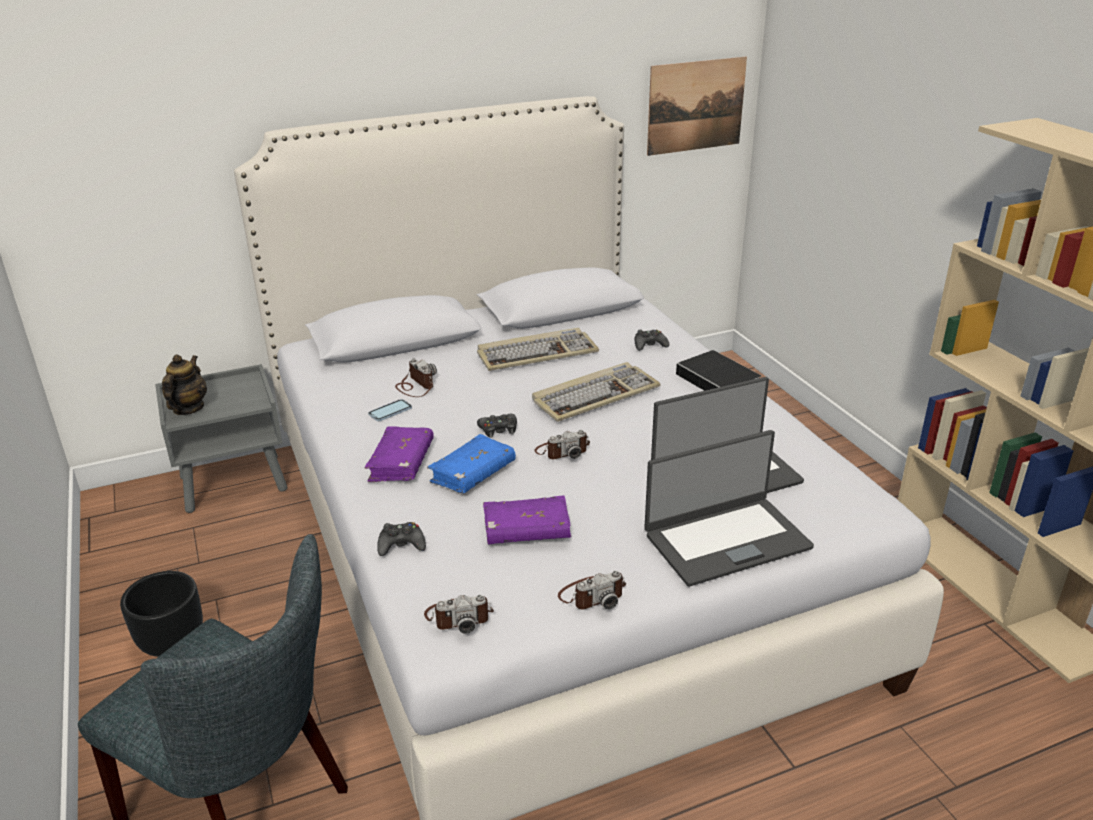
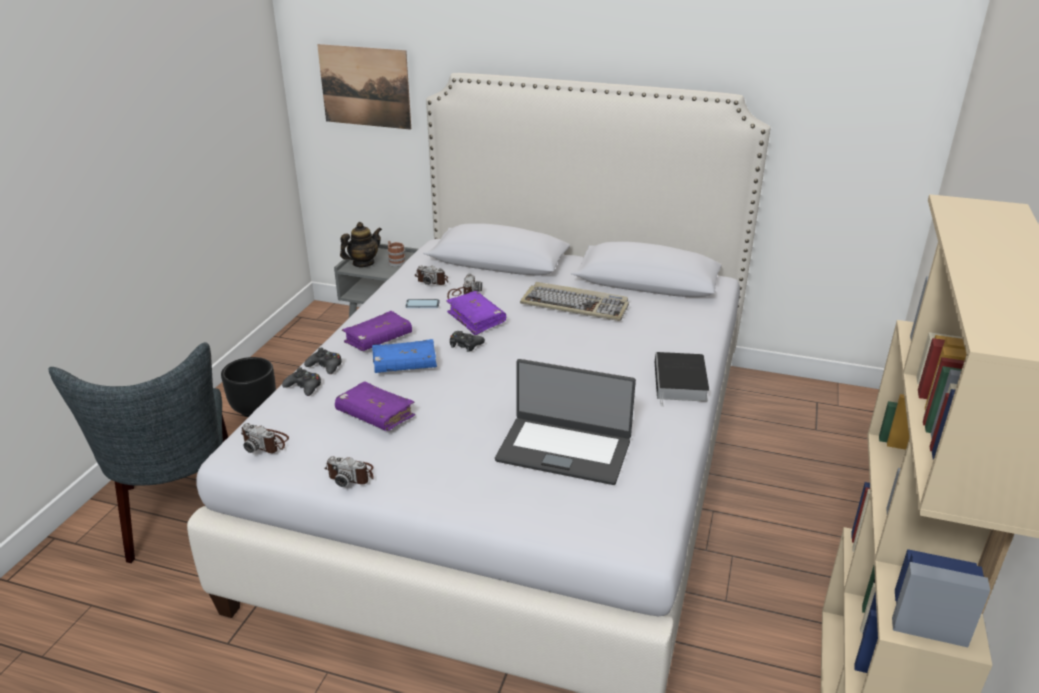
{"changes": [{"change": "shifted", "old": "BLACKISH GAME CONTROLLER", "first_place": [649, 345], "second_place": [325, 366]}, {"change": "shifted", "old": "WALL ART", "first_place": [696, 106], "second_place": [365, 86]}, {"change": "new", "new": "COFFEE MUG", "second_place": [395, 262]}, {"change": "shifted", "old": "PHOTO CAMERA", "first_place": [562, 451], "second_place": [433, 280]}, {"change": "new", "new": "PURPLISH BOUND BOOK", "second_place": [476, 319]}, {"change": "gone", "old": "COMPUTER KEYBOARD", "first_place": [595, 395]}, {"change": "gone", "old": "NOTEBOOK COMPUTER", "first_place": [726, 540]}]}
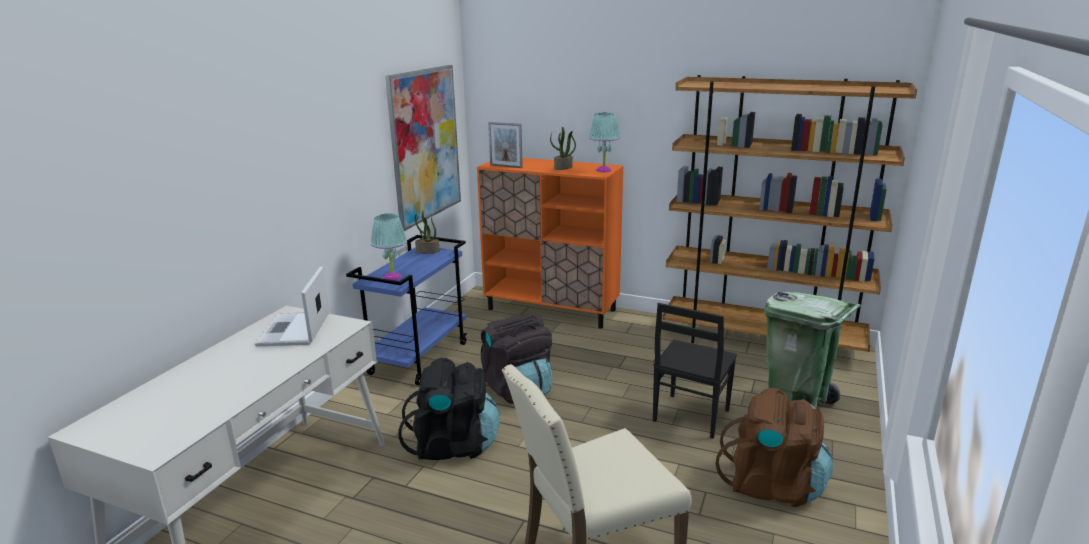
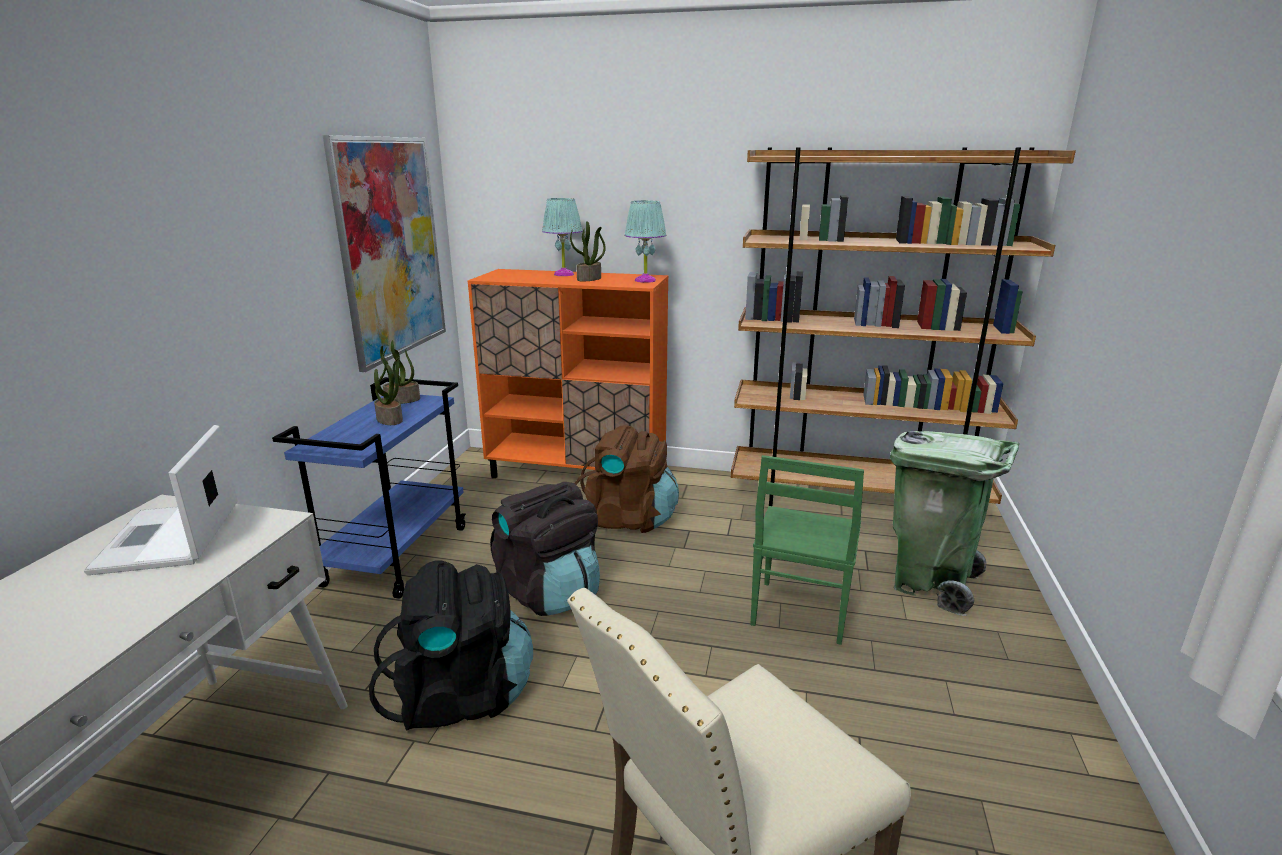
{"changes": [{"change": "new", "new": "POTTED PLANT", "second_place": [390, 419]}, {"change": "shifted", "old": "TURQUOISE-COLOURED LAMP FOR A TABLE", "first_place": [392, 277], "second_place": [564, 274]}, {"change": "shifted", "old": "BROWNISH RUCKSACK", "first_place": [772, 485], "second_place": [628, 518]}, {"change": "repainted", "old": "BLACKISH CHAIR", "new": "GREEN CHAIR", "first_place": [689, 416], "second_place": [798, 612]}, {"change": "gone", "old": "PICTURE FRAME", "first_place": [506, 166]}]}
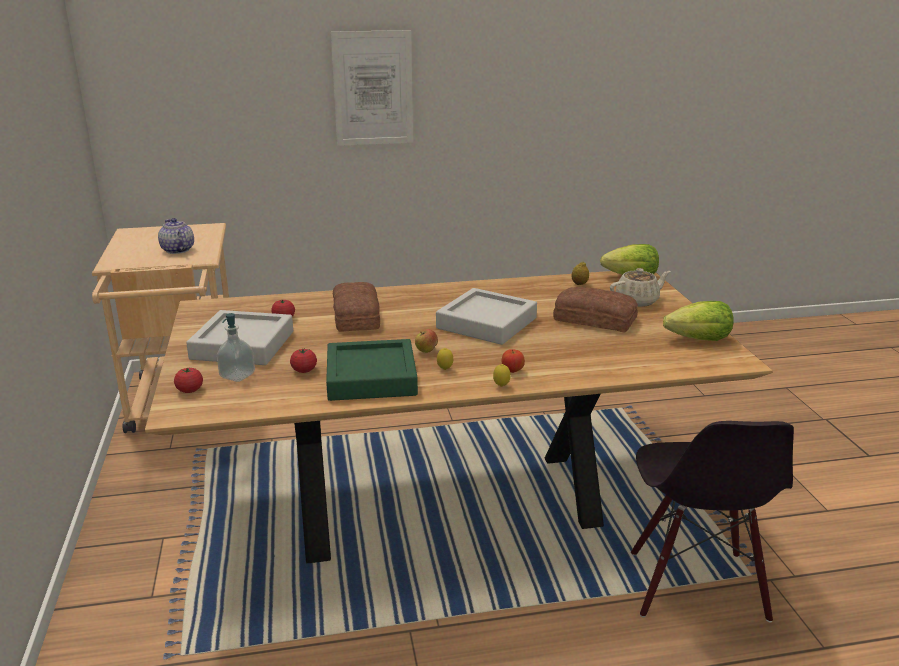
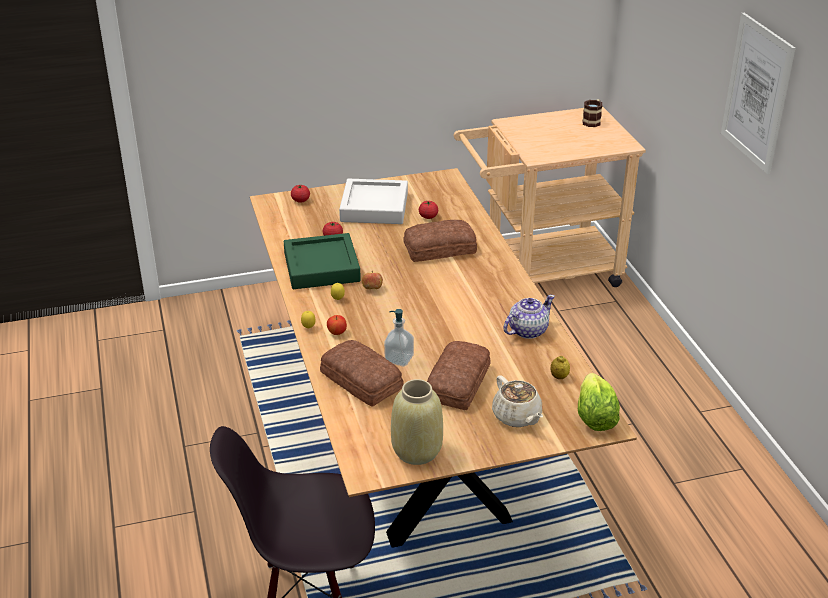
{"changes": [{"change": "new", "new": "BAKERY BREAD", "second_place": [361, 381]}, {"change": "shifted", "old": "SOAP DISPENSER", "first_place": [237, 375], "second_place": [399, 359]}, {"change": "swapped", "old": "HEAD OF LETTUCE", "new": "BEIGE FLOWER VASE", "first_place": [699, 340], "second_place": [416, 451]}, {"change": "shifted", "old": "POT FOR TEA", "first_place": [177, 250], "second_place": [527, 331]}, {"change": "new", "new": "COFFEE MUG", "second_place": [592, 121]}, {"change": "gone", "old": "GRAY CARRYING TRAY", "first_place": [486, 323]}]}
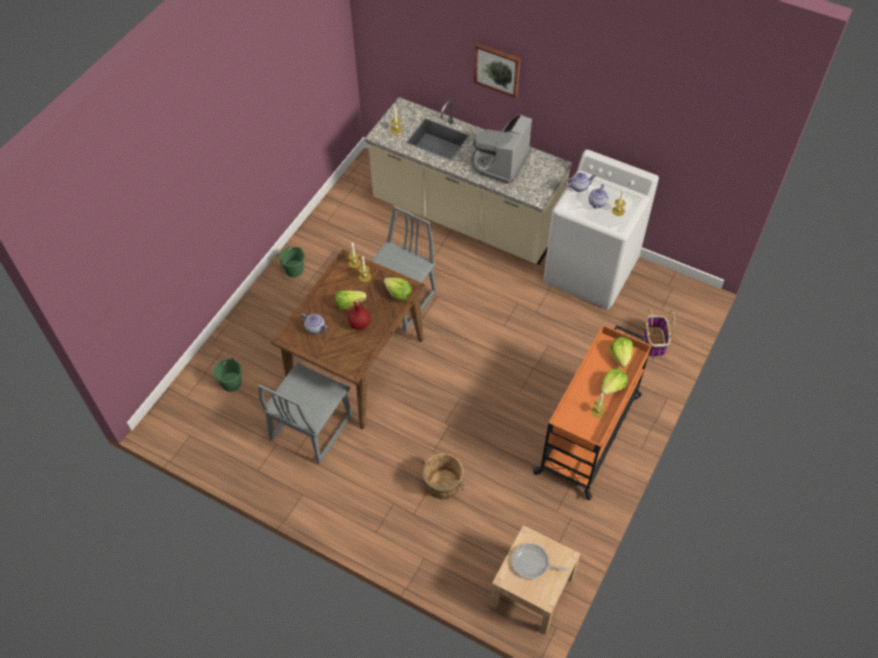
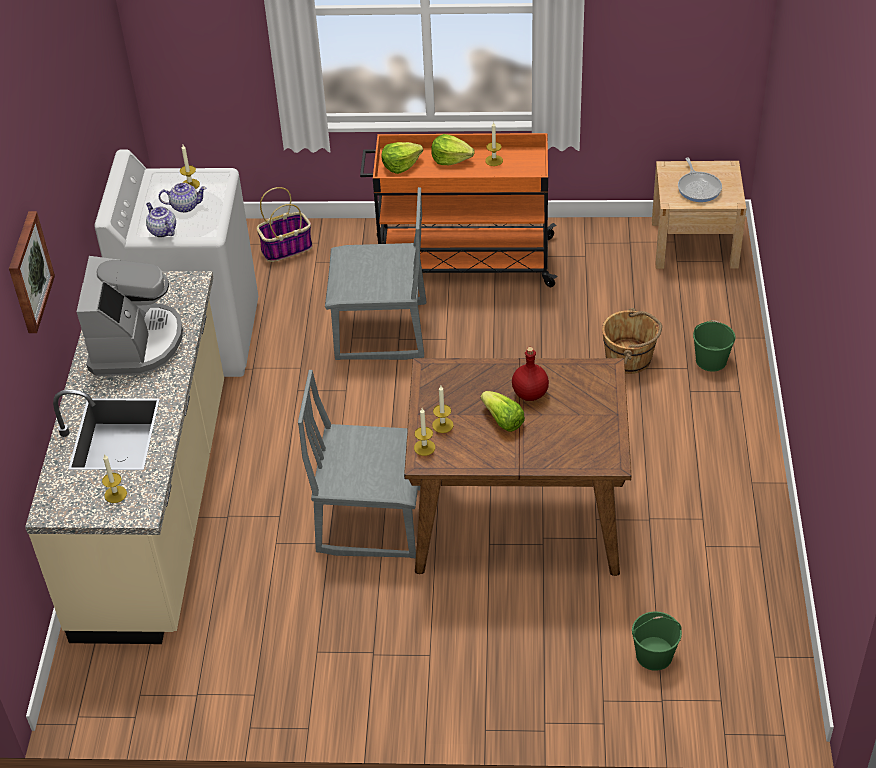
{"changes": [{"change": "rotated", "old": "COFFEE MACHINE", "first_place": [500, 162], "second_place": [135, 343], "degrees": -90}, {"change": "shifted", "old": "GRAY CHAIR", "first_place": [310, 427], "second_place": [381, 332]}, {"change": "shifted", "old": "GREEN WATER BUCKET", "first_place": [294, 269], "second_place": [710, 360]}, {"change": "gone", "old": "POT FOR TEA", "first_place": [315, 328]}, {"change": "gone", "old": "HEAD OF LETTUCE", "first_place": [398, 294]}]}
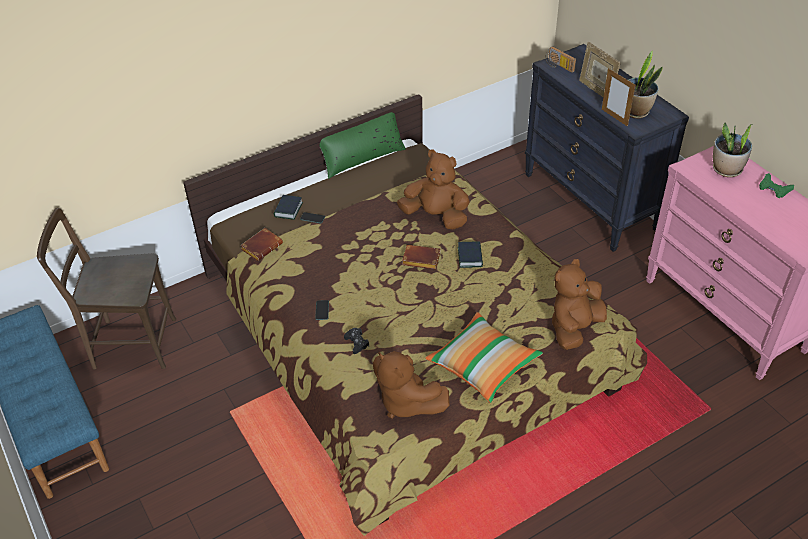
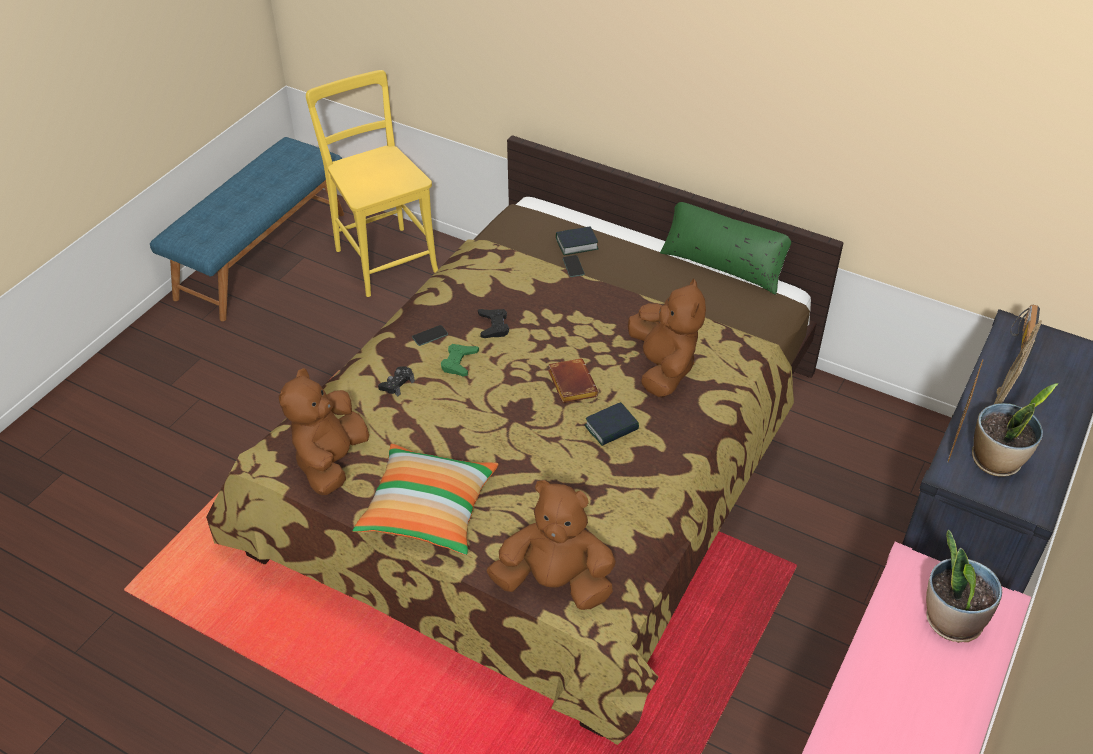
{"changes": [{"change": "repainted", "old": "BROWNISH CHAIR", "new": "YELLOWISH CHAIR", "first_place": [129, 343], "second_place": [383, 257]}, {"change": "shifted", "old": "GREEN GAME CONTROLLER", "first_place": [774, 188], "second_place": [459, 362]}, {"change": "new", "new": "BLACKISH GAME CONTROLLER", "second_place": [493, 326]}, {"change": "gone", "old": "BROWNISH BOUND BOOK", "first_place": [262, 246]}]}
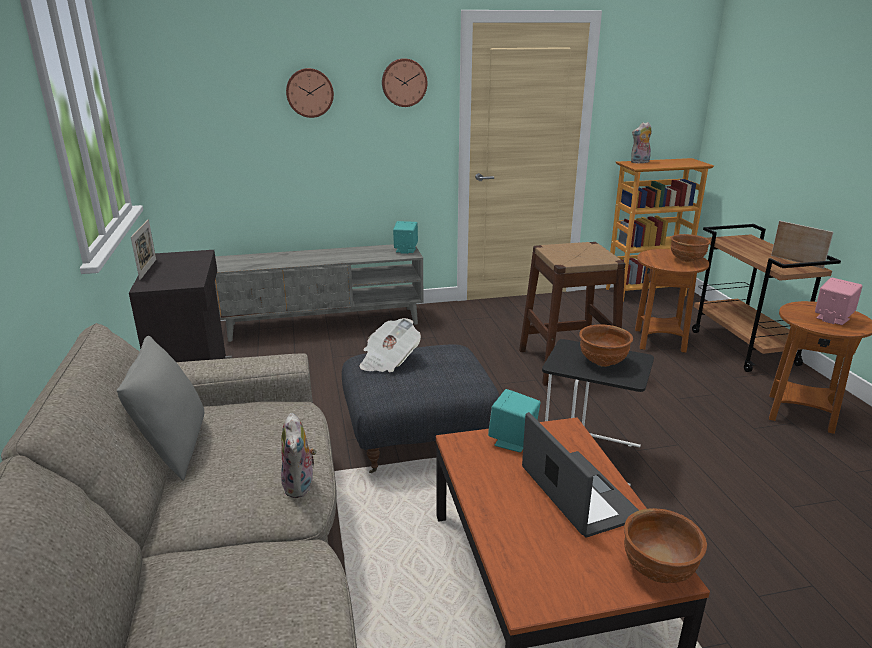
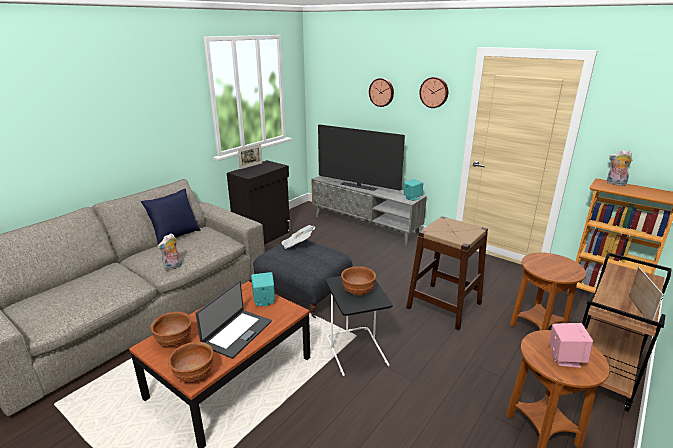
{"changes": [{"change": "repainted", "old": "GRAY PILLOW", "new": "BLUE-COLOURED PILLOW", "first_place": [173, 449], "second_place": [175, 237]}, {"change": "shifted", "old": "BROWNISH DEEP DISH", "first_place": [687, 260], "second_place": [175, 341]}, {"change": "new", "new": "TELEVISION", "second_place": [358, 186]}]}
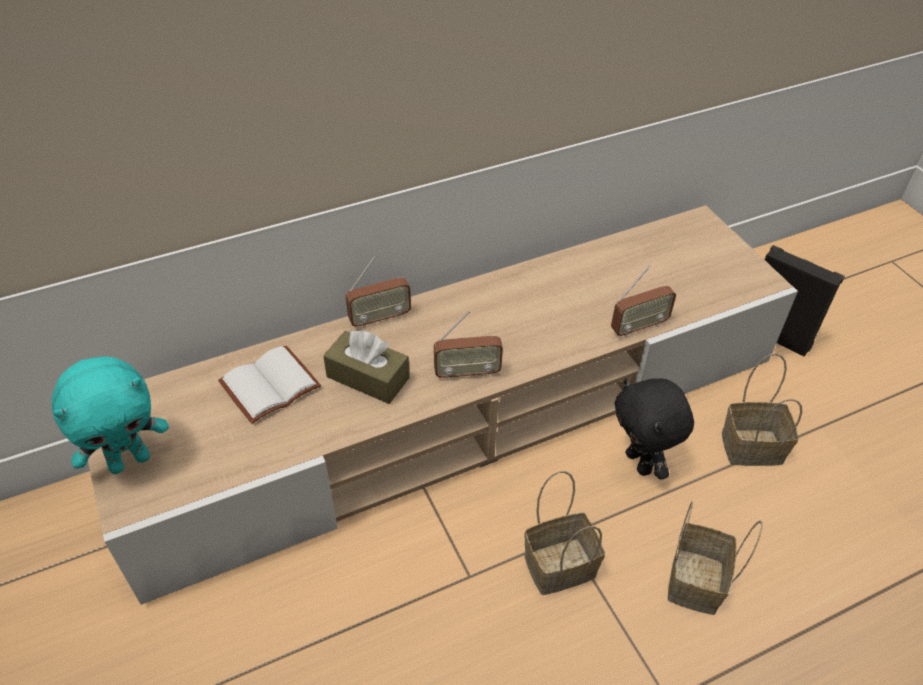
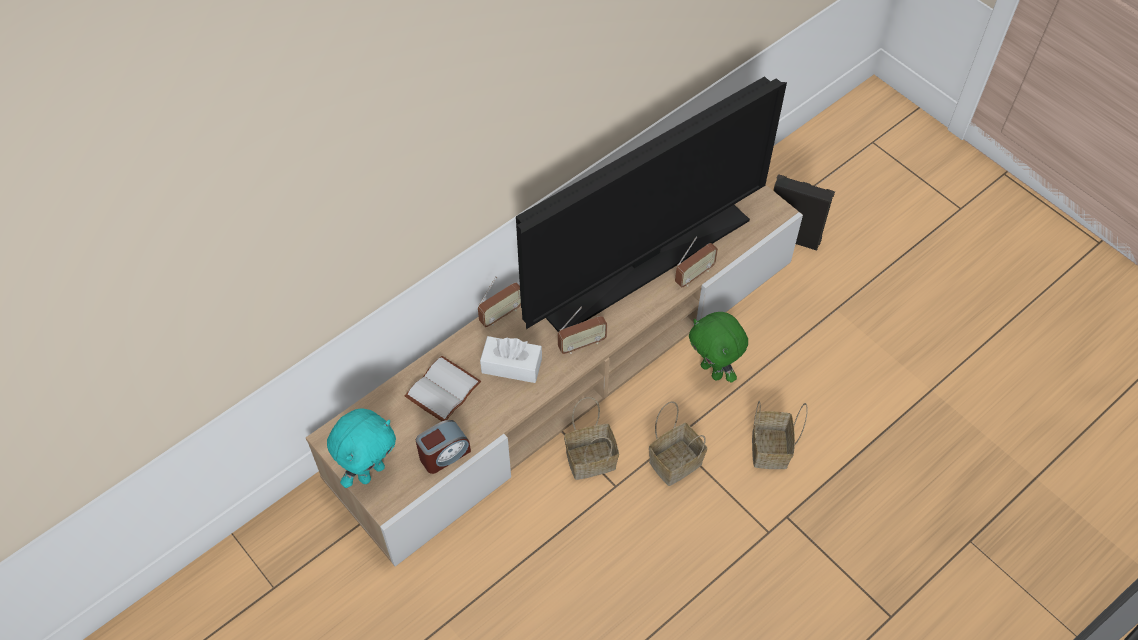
{"changes": [{"change": "new", "new": "BEDSIDE CLOCK", "second_place": [444, 454]}, {"change": "repainted", "old": "BROWNISH TISSUE BOX", "new": "WHITISH TISSUE BOX", "first_place": [368, 377], "second_place": [511, 365]}, {"change": "new", "new": "TELEVISION", "second_place": [645, 262]}, {"change": "shifted", "old": "HOUSEHOLD BASKET", "first_place": [753, 446], "second_place": [592, 459]}, {"change": "repainted", "old": "BLACKISH CUDDLY TOY", "new": "GREEN CUDDLY TOY", "first_place": [640, 463], "second_place": [713, 370]}]}
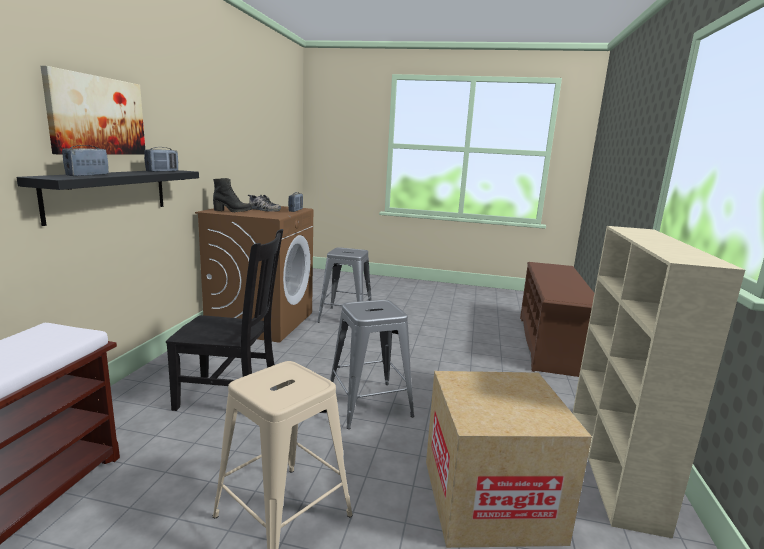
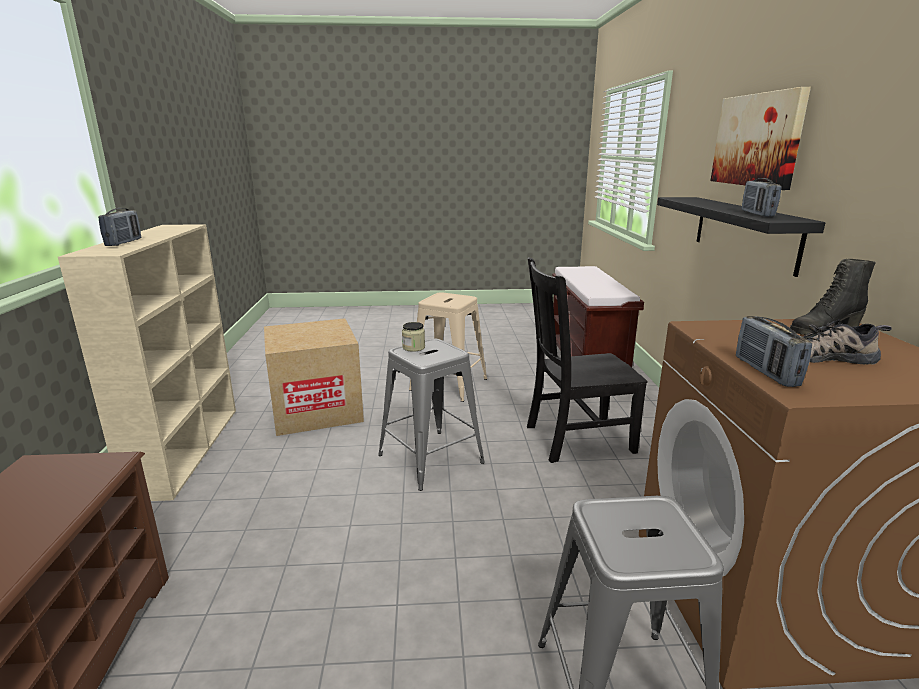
{"changes": [{"change": "shifted", "old": "RADIO", "first_place": [88, 175], "second_place": [124, 242]}, {"change": "new", "new": "JAR", "second_place": [413, 347]}]}
